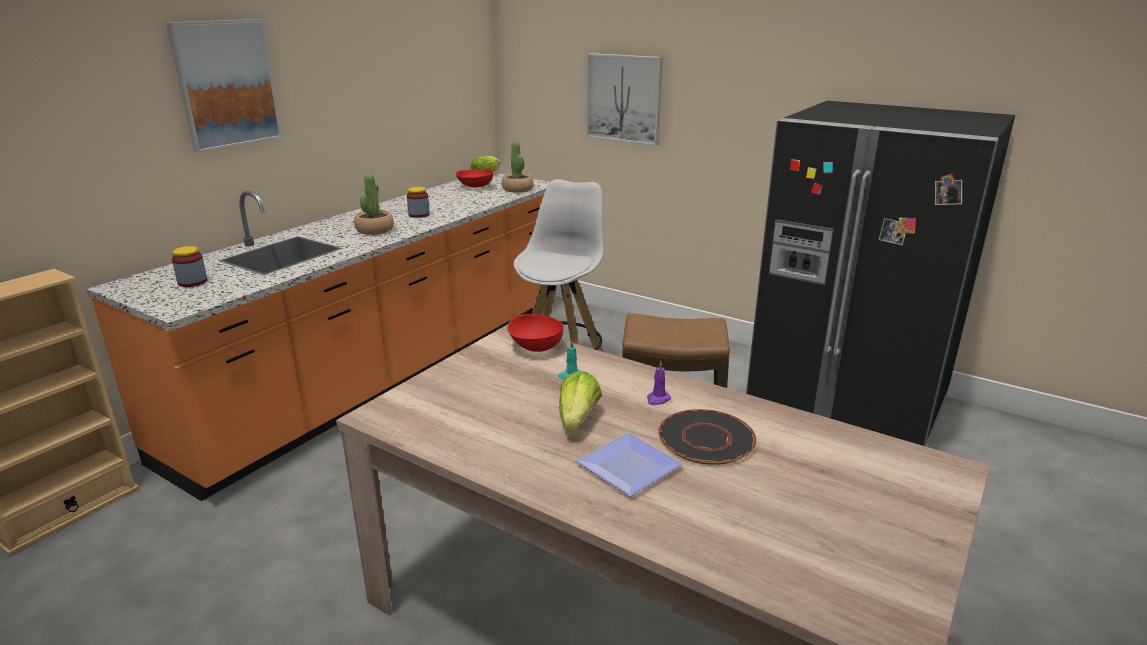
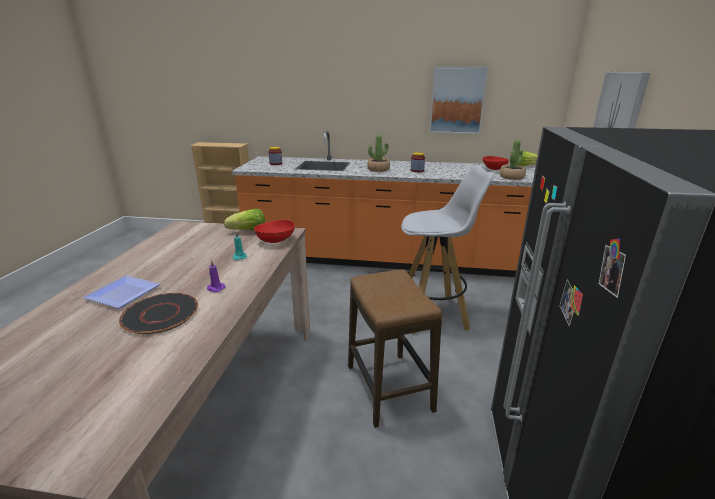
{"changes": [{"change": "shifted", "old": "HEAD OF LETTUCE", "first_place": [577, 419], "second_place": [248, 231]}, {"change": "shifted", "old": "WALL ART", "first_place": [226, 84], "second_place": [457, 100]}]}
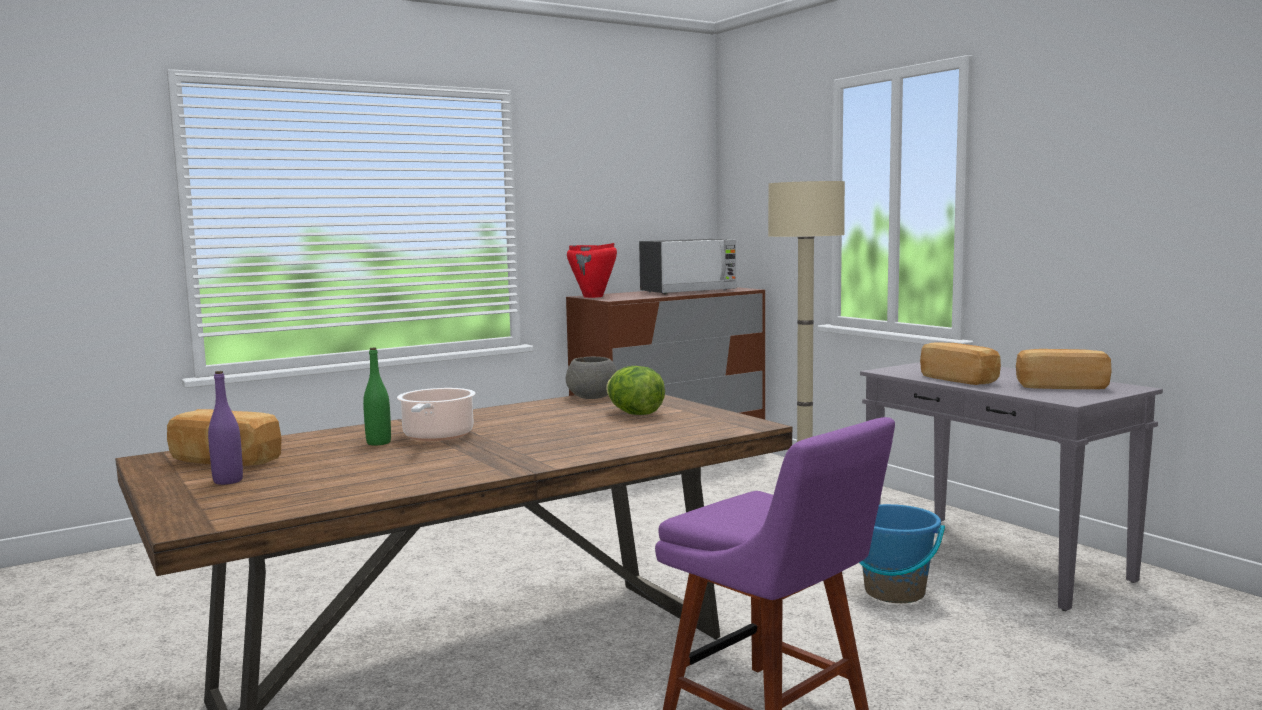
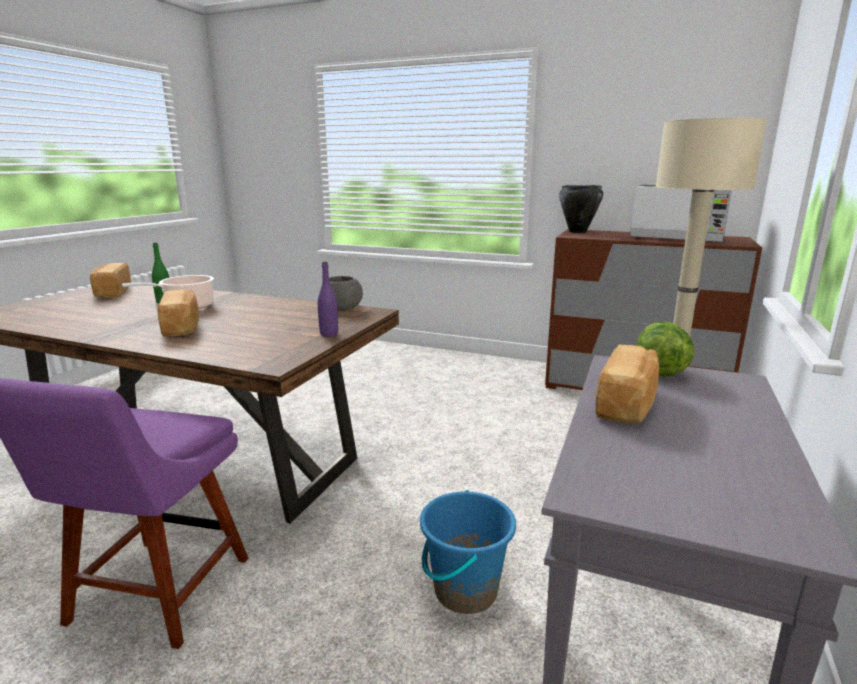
{"changes": [{"change": "shifted", "old": "BAKERY BREAD", "first_place": [1061, 386], "second_place": [182, 327]}, {"change": "shifted", "old": "PURPLISH DRINK BOTTLE", "first_place": [228, 481], "second_place": [329, 334]}, {"change": "repainted", "old": "REDDISH SAUCEPOT", "new": "BLACKISH SAUCEPOT", "first_place": [593, 296], "second_place": [577, 232]}, {"change": "shifted", "old": "HEAD OF LETTUCE", "first_place": [635, 414], "second_place": [659, 371]}]}
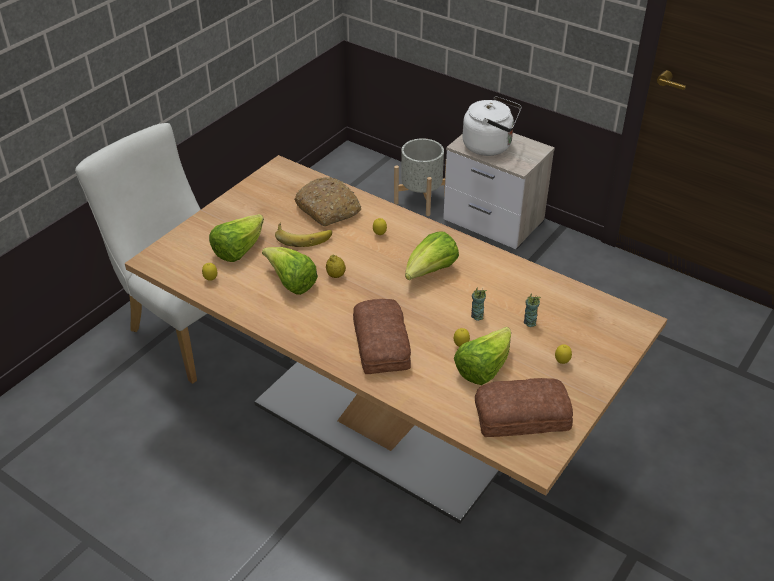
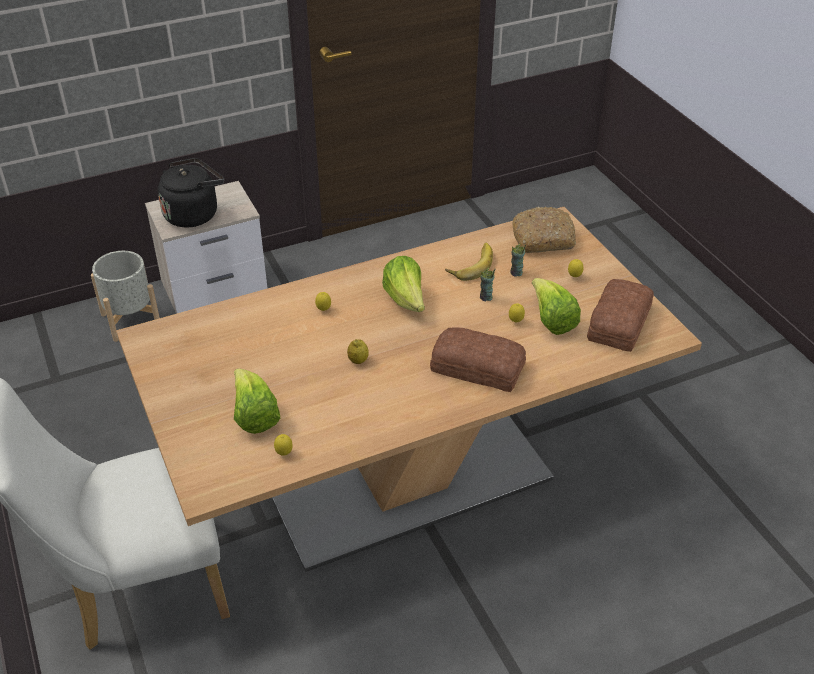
{"changes": [{"change": "repainted", "old": "WHITISH KETTLE", "new": "BLACKISH KETTLE", "first_place": [490, 146], "second_place": [194, 214]}, {"change": "shifted", "old": "WHOLE BANANA", "first_place": [303, 236], "second_place": [470, 264]}, {"change": "shifted", "old": "BAKERY BREAD", "first_place": [329, 209], "second_place": [543, 238]}, {"change": "gone", "old": "HEAD OF LETTUCE", "first_place": [291, 283]}]}
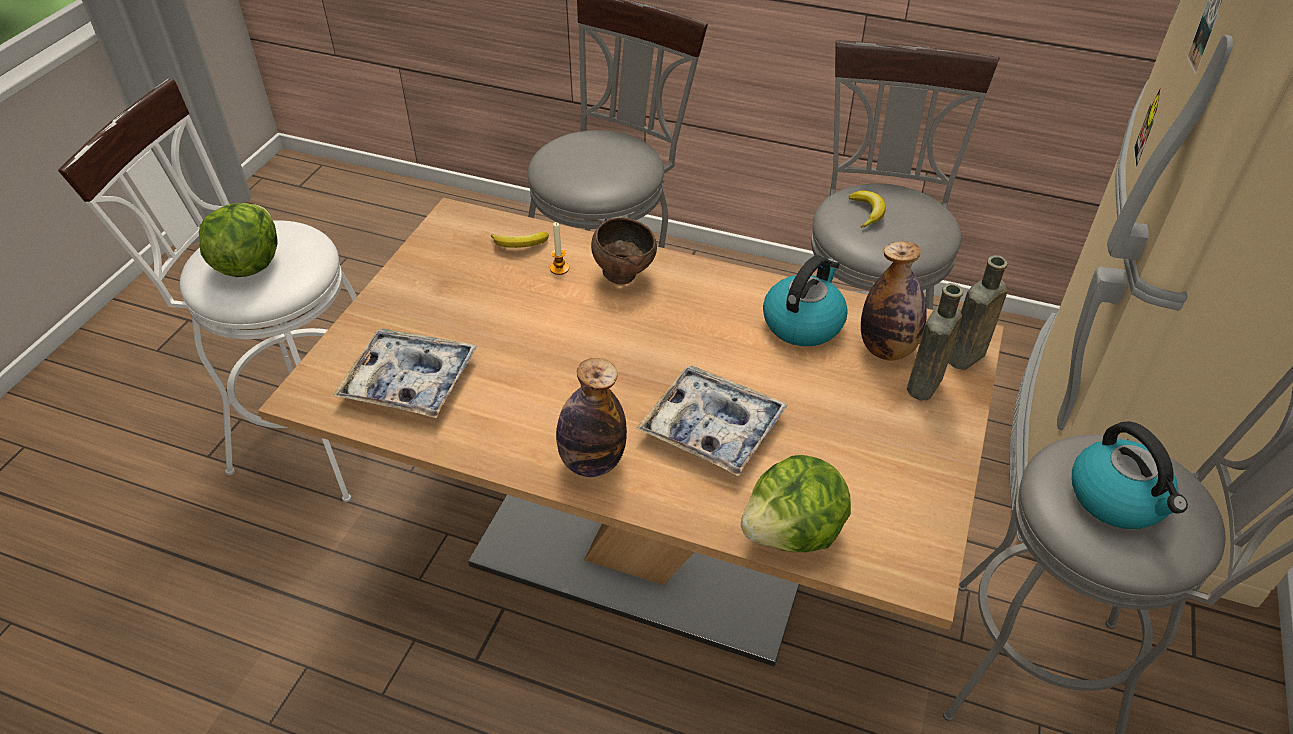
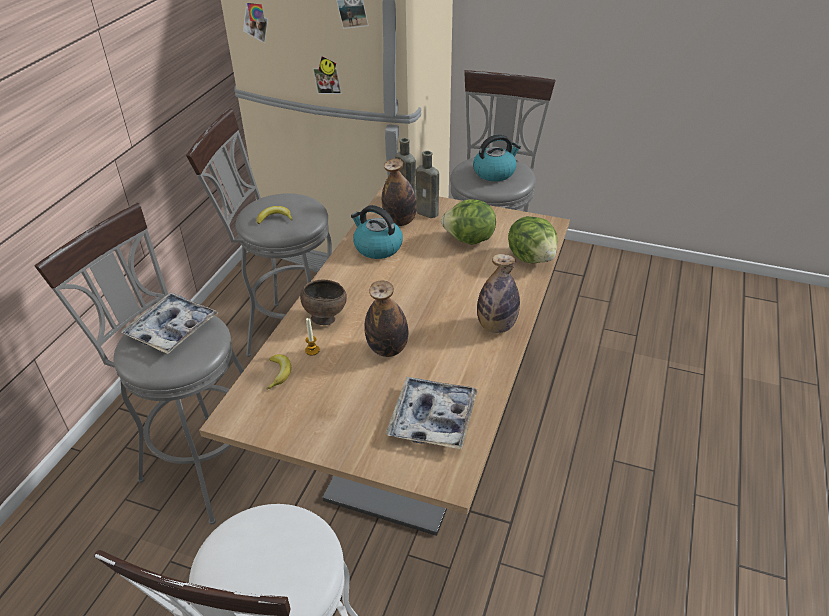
{"changes": [{"change": "shifted", "old": "CARRYING TRAY", "first_place": [712, 428], "second_place": [172, 329]}, {"change": "new", "new": "DRINK BOTTLE", "second_place": [387, 349]}, {"change": "shifted", "old": "HEAD OF LETTUCE", "first_place": [248, 264], "second_place": [469, 240]}]}
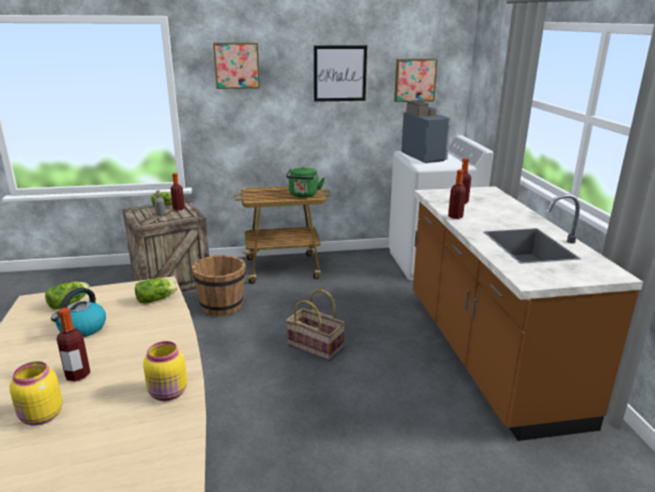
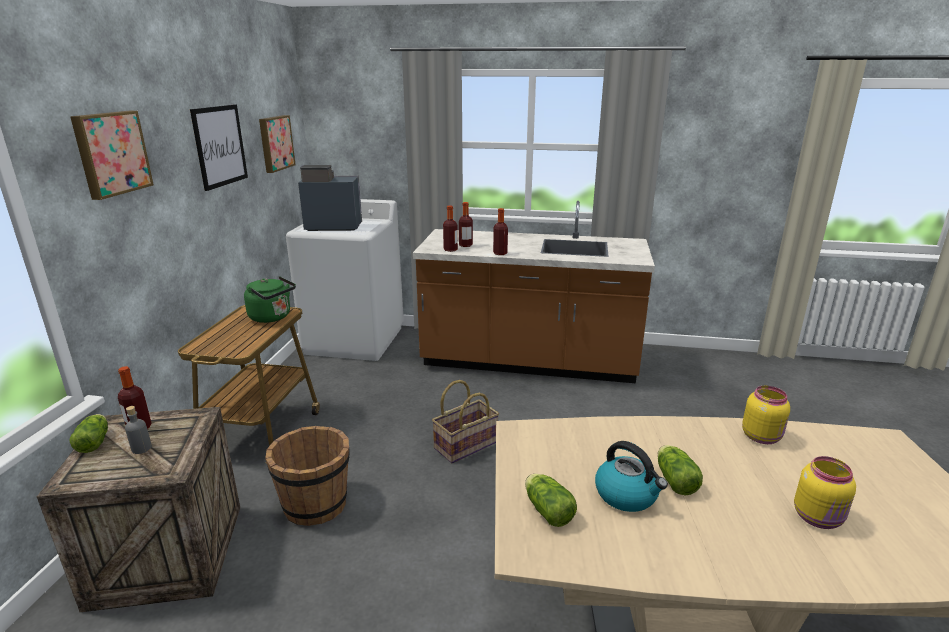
{"changes": [{"change": "shifted", "old": "DRINK BOTTLE", "first_place": [78, 375], "second_place": [450, 250]}, {"change": "shifted", "old": "HEAD OF LETTUCE", "first_place": [157, 299], "second_place": [674, 479]}]}
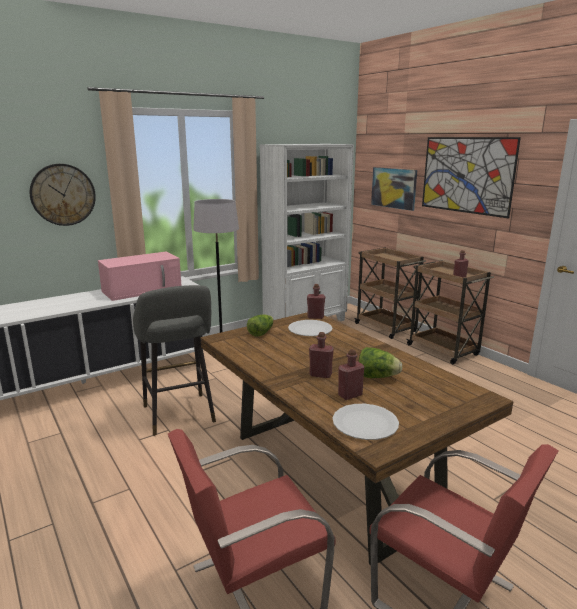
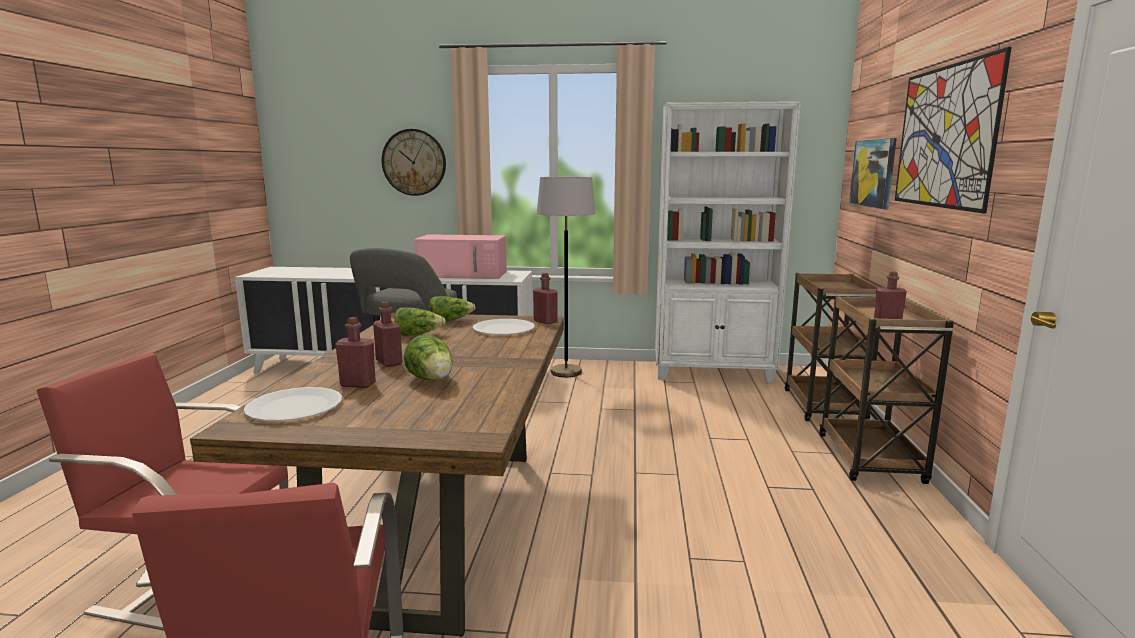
{"changes": [{"change": "new", "new": "HEAD OF LETTUCE", "second_place": [417, 334]}]}
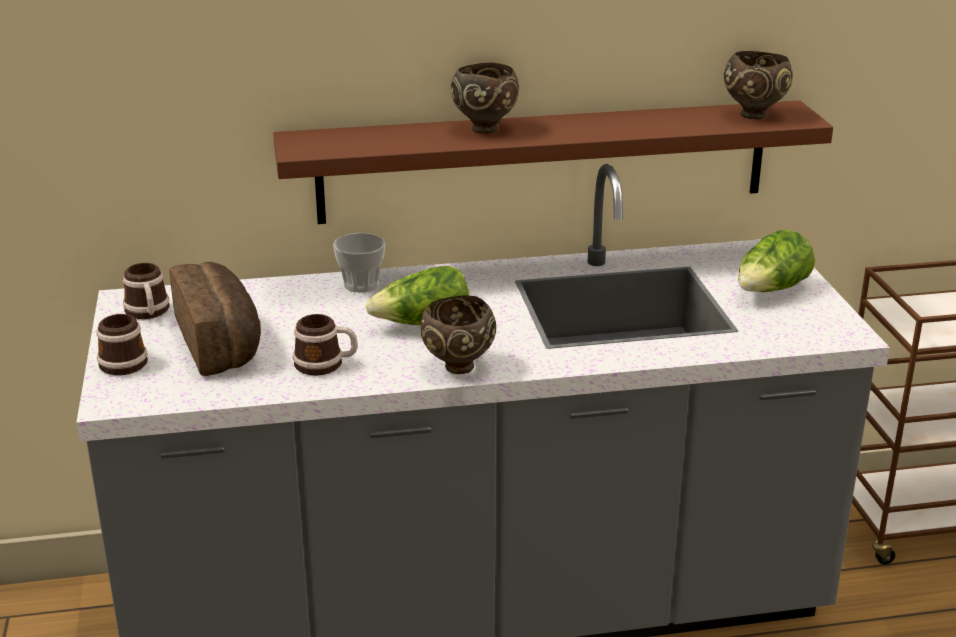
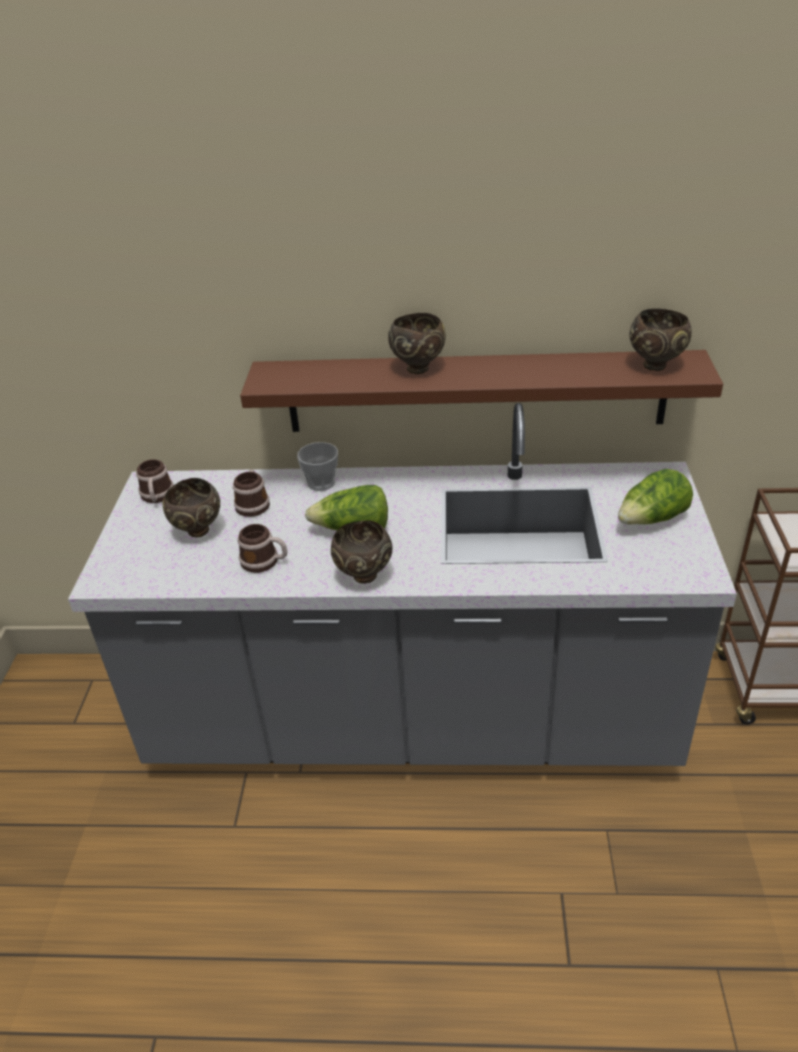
{"changes": [{"change": "swapped", "old": "BAKERY BREAD", "new": "BROWNISH DEEP DISH", "first_place": [222, 343], "second_place": [198, 532]}, {"change": "shifted", "old": "COFFEE MUG", "first_place": [123, 360], "second_place": [253, 504]}]}
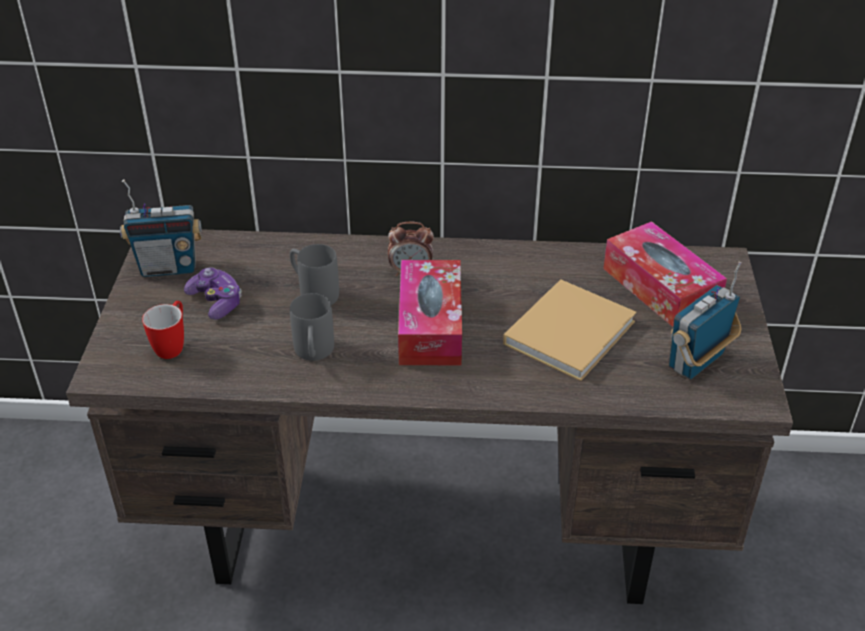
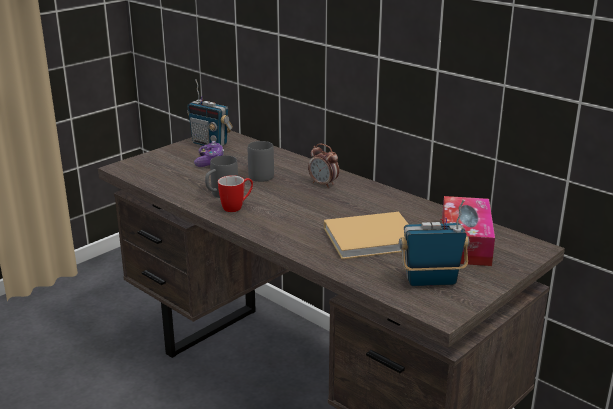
{"changes": [{"change": "shifted", "old": "COFFEE MUG", "first_place": [173, 345], "second_place": [237, 207]}, {"change": "gone", "old": "TISSUE BOX", "first_place": [430, 326]}]}
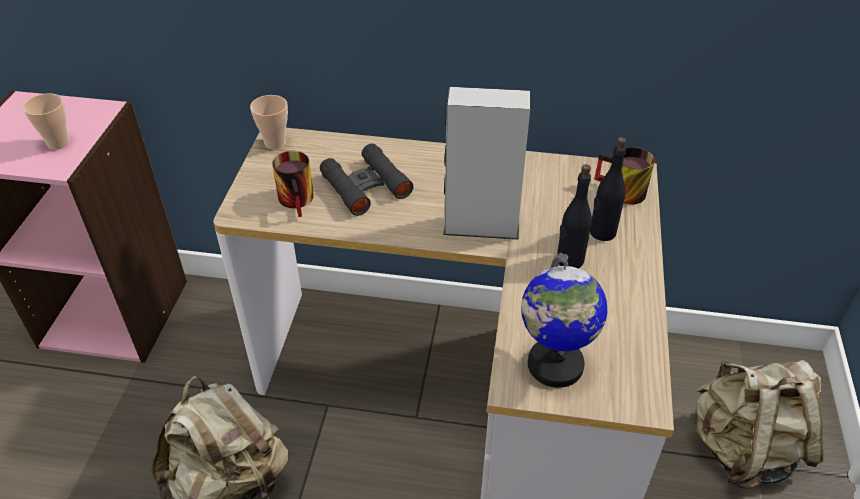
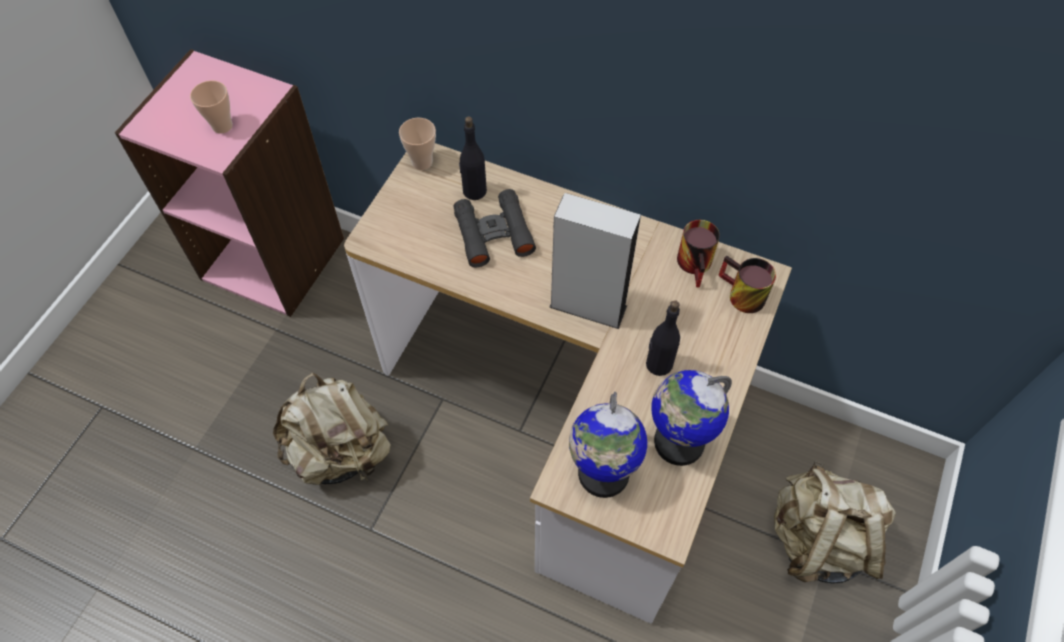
{"changes": [{"change": "shifted", "old": "BLACKISH DRINK BOTTLE", "first_place": [602, 232], "second_place": [474, 191]}, {"change": "new", "new": "GLOBE", "second_place": [678, 441]}, {"change": "shifted", "old": "COFFEE MUG", "first_place": [300, 200], "second_place": [698, 265]}]}
